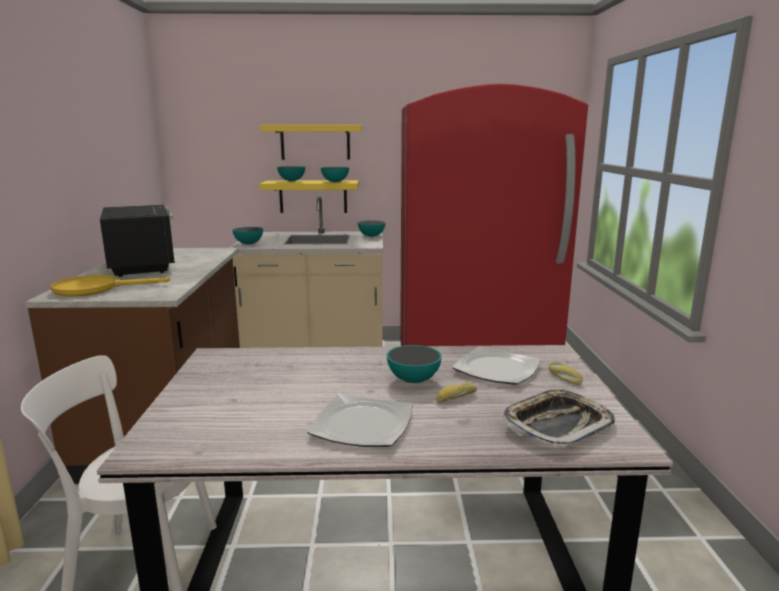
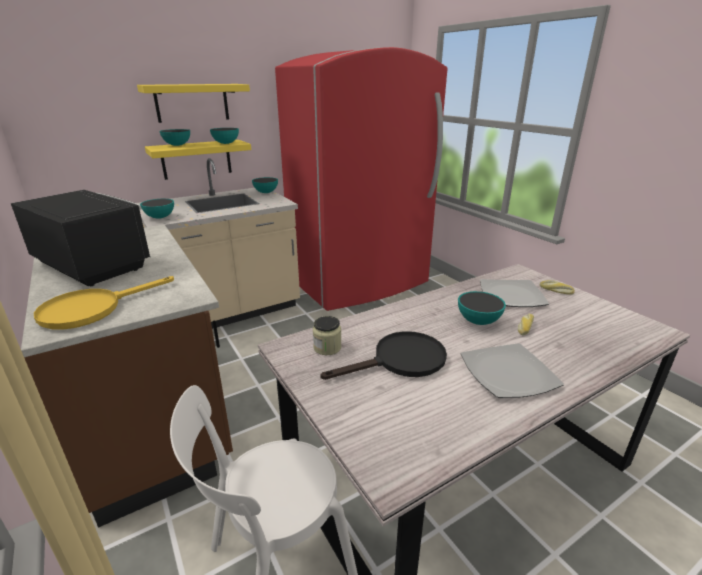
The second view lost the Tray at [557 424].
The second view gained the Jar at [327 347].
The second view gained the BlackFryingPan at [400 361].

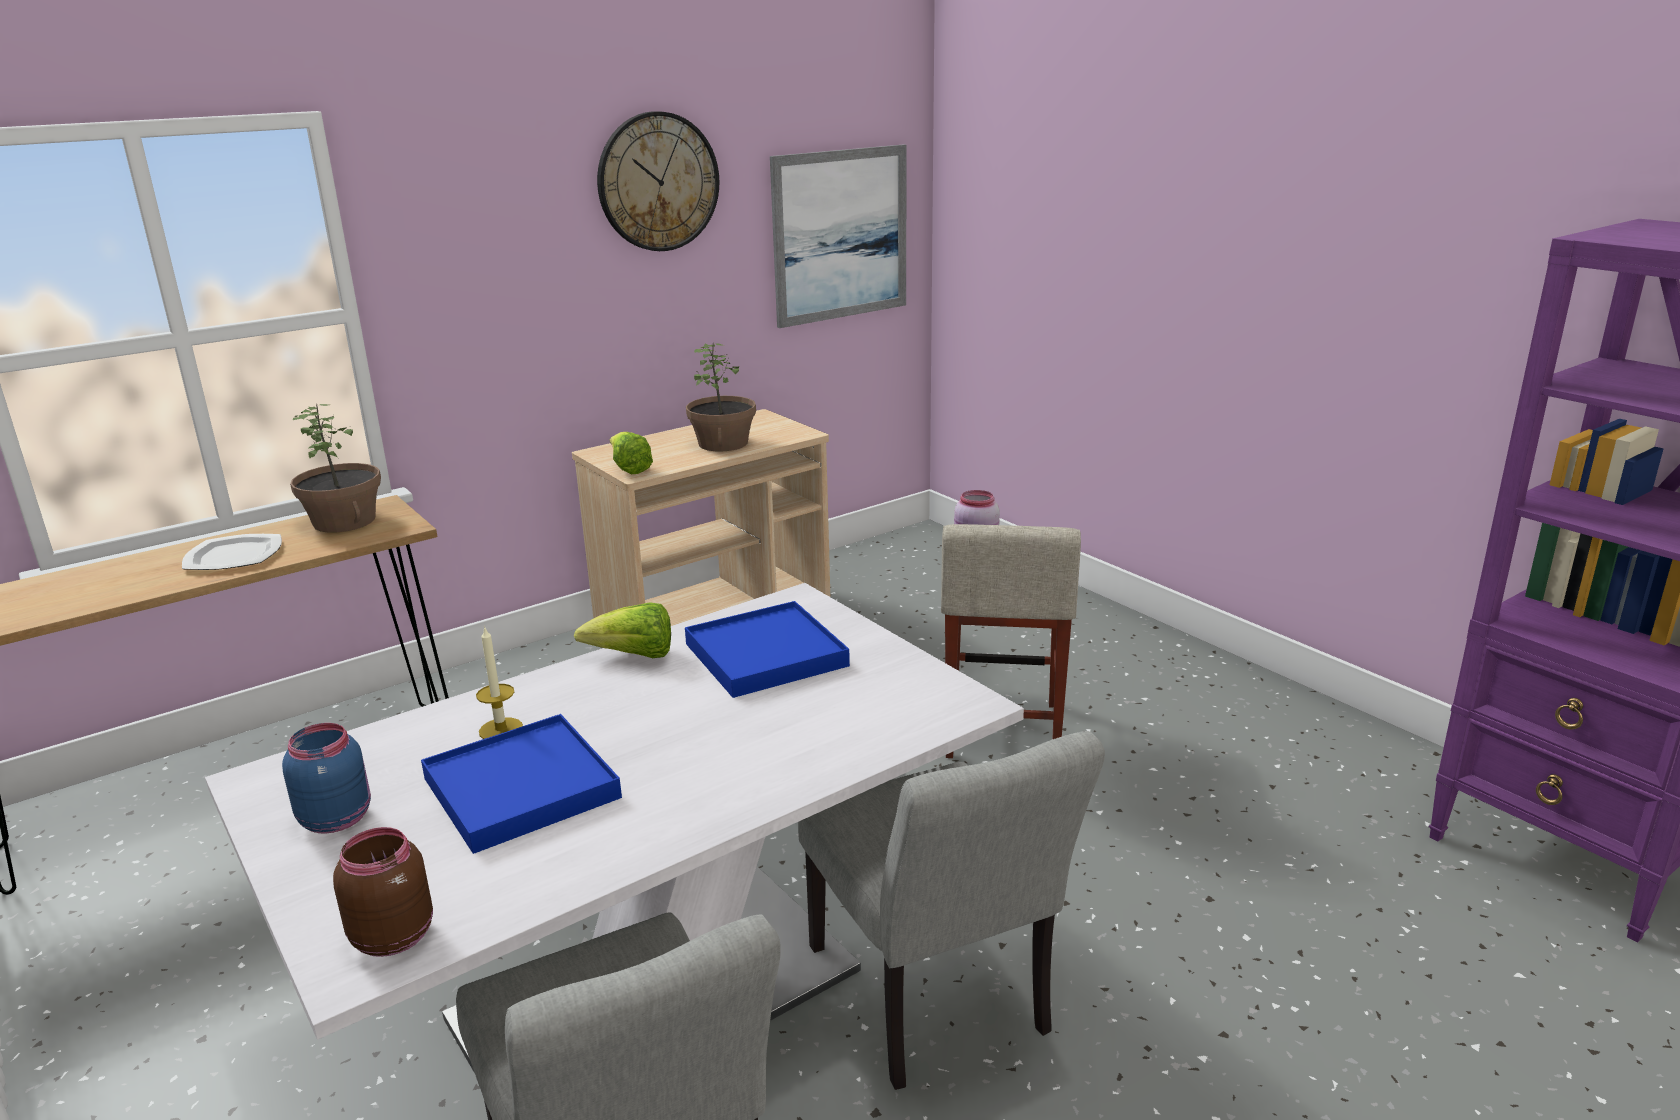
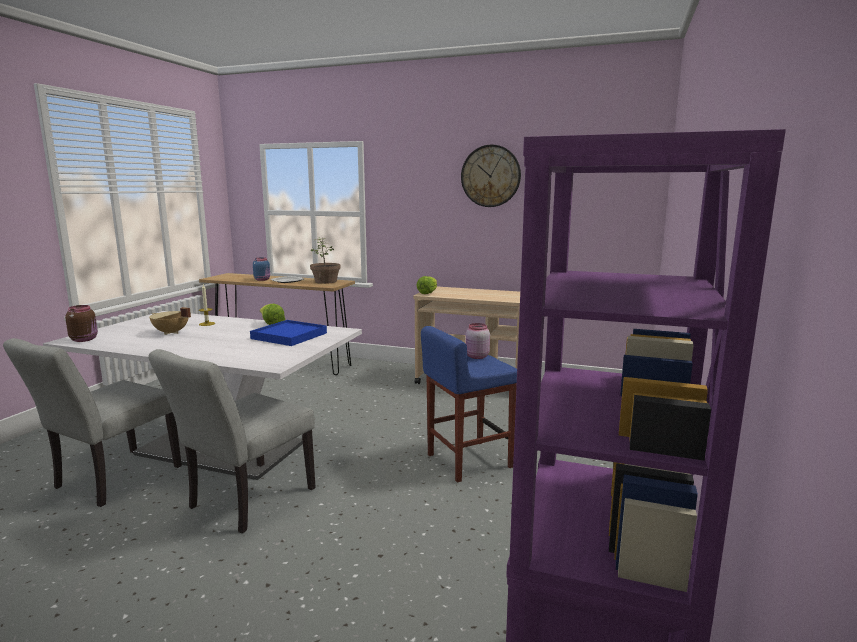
The BlueJar ended up elsewhere, having gone from [337 818] to [262 279].
Where the BlueTray stood at [522 788], the BeigeCookingPot came to stand at [171 333].
The second view lost the PottedPlant at [724 443].
The second view lost the Picture at [840 235].
What was the BeigeStool at [1002 731] turned into the BlueStool at [468 461].

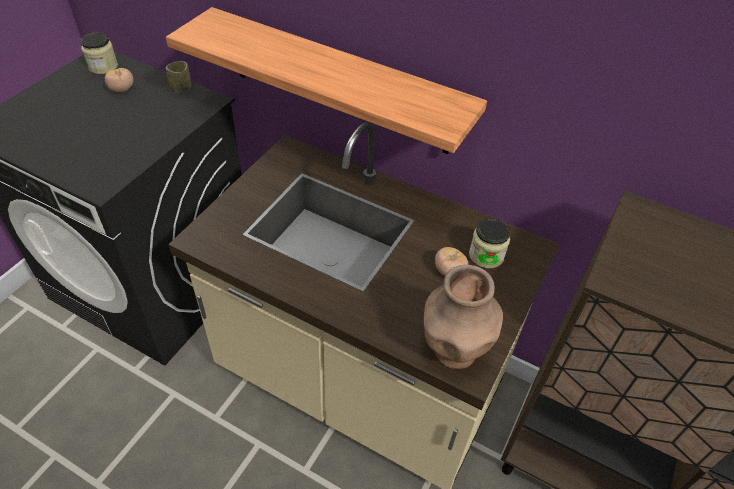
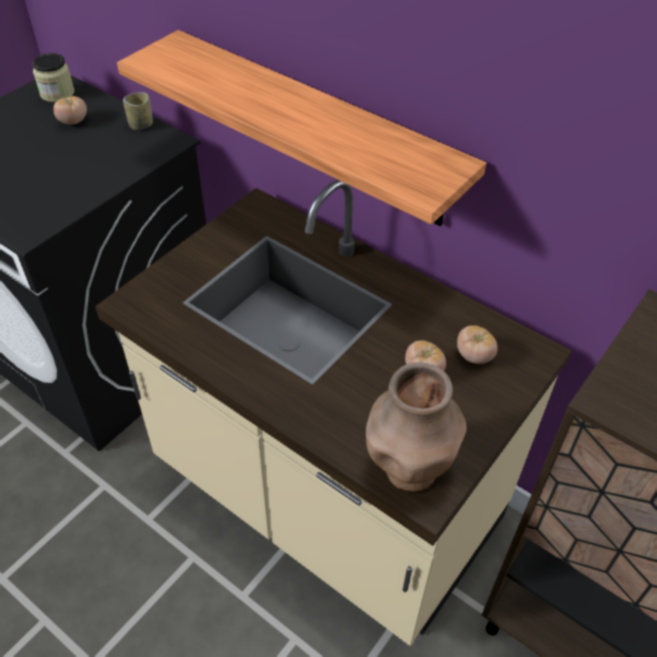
Where the Jar stood at [486 255], the Tomato came to stand at [474 356].

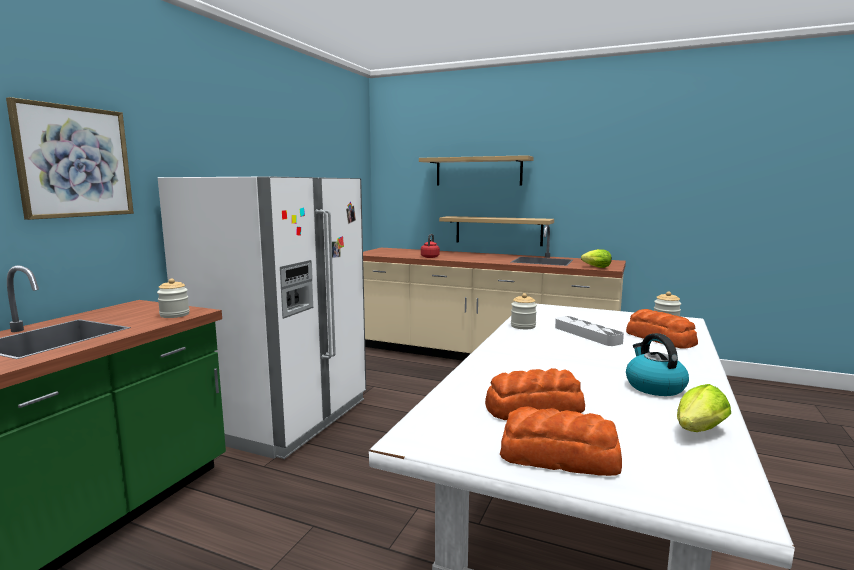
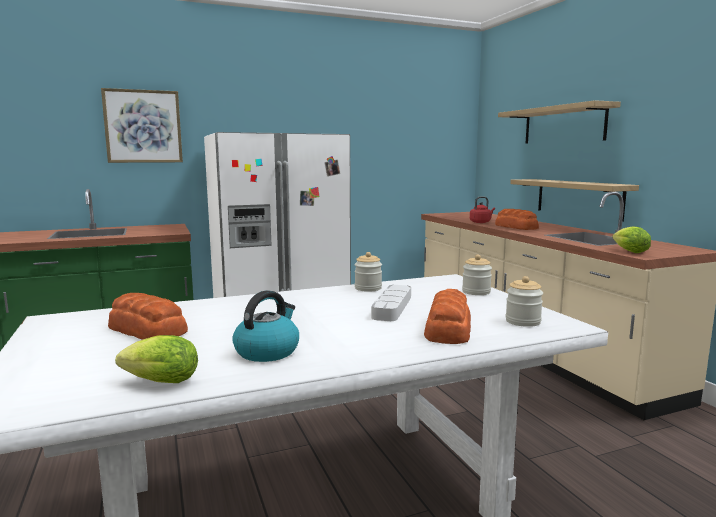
The Jar ended up elsewhere, having gone from [174 315] to [476 292].
The Bread ended up elsewhere, having gone from [560 457] to [516 227].

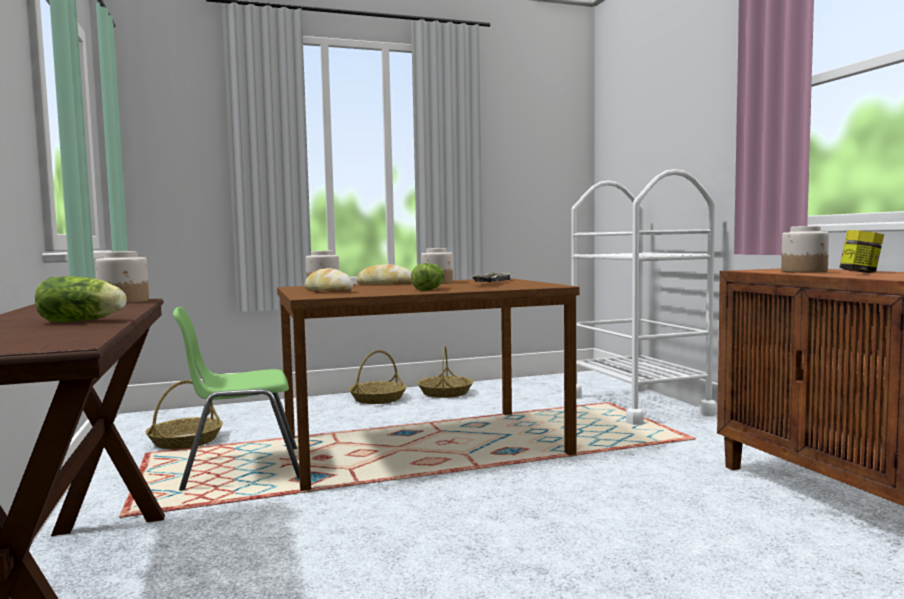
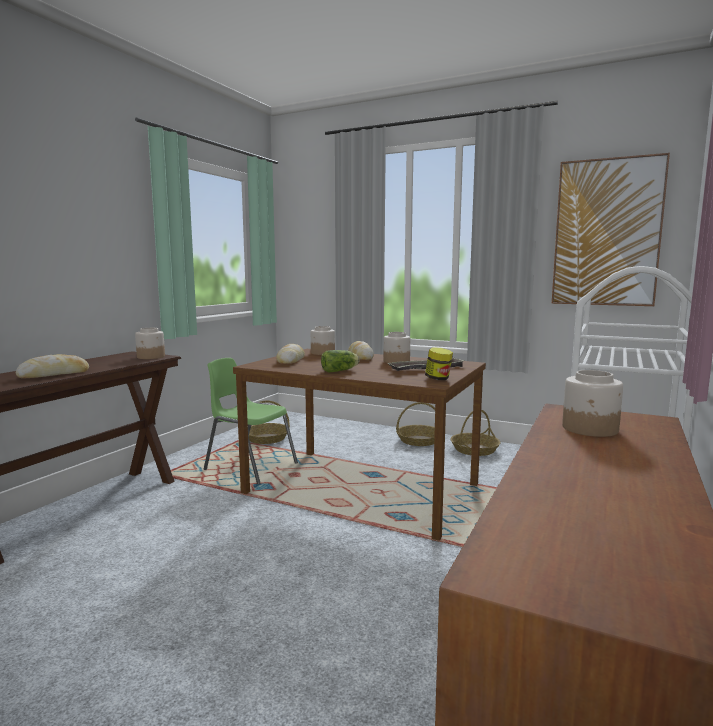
Where the Lettuce stood at [84 321], the Bread came to stand at [54 374].
The Jar ended up elsewhere, having gone from [860 273] to [438 379].
The second view gained the Picture at [606 233].

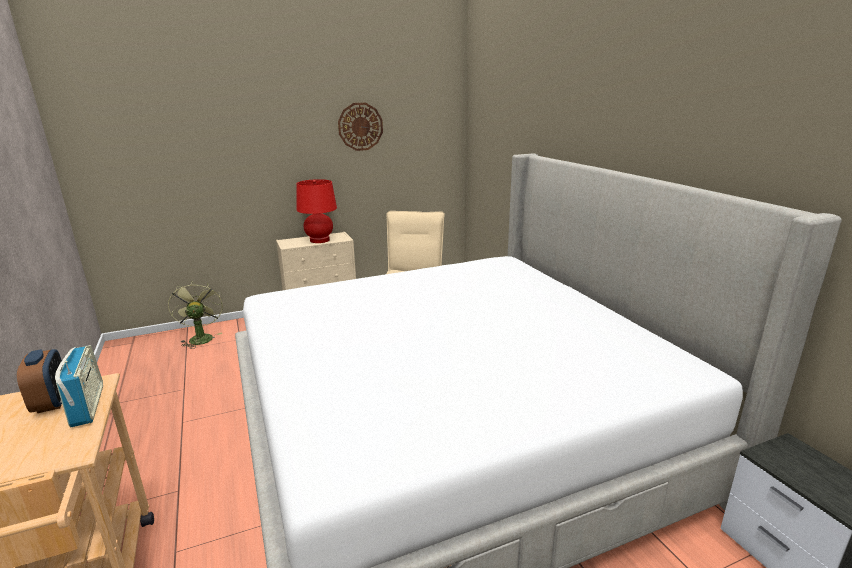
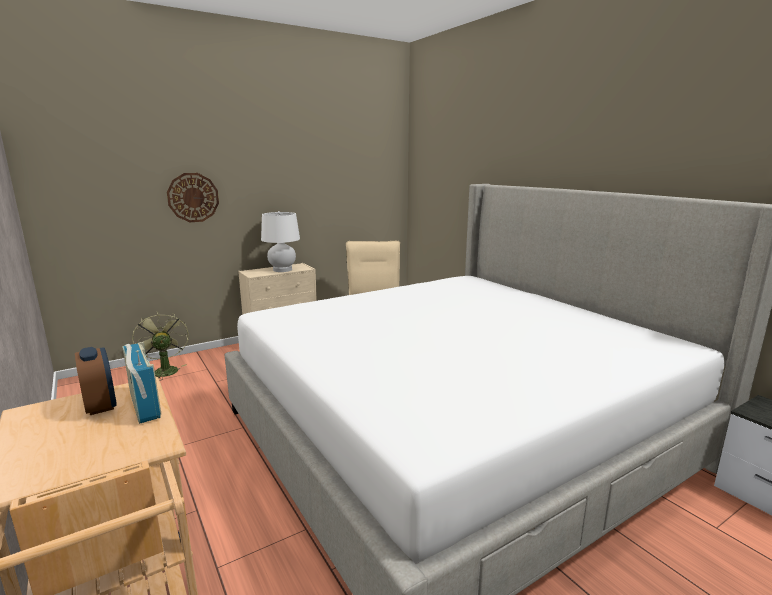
What was the RedTableLamp at [319 240] turned into the WhiteTableLamp at [282 270].
The WallClock ended up elsewhere, having gone from [360 126] to [193 197].

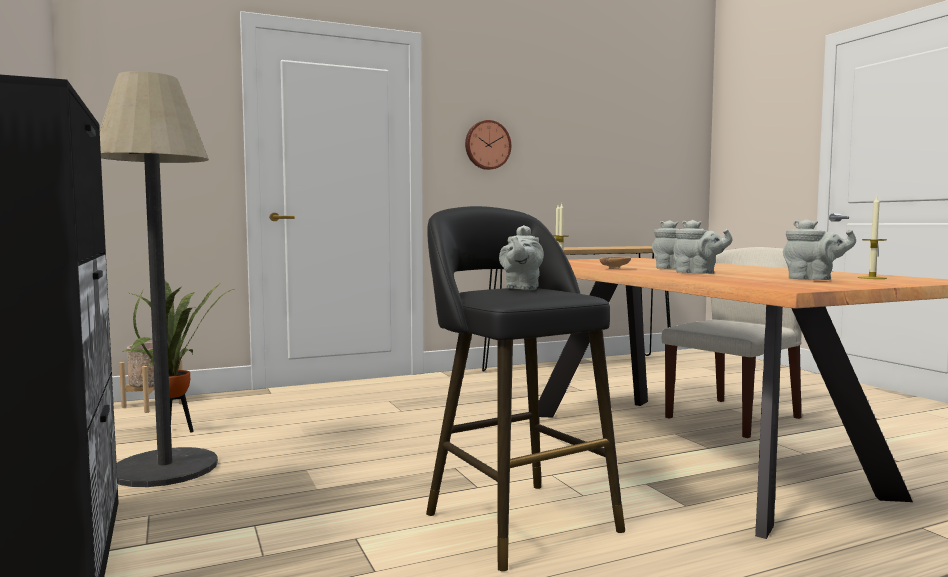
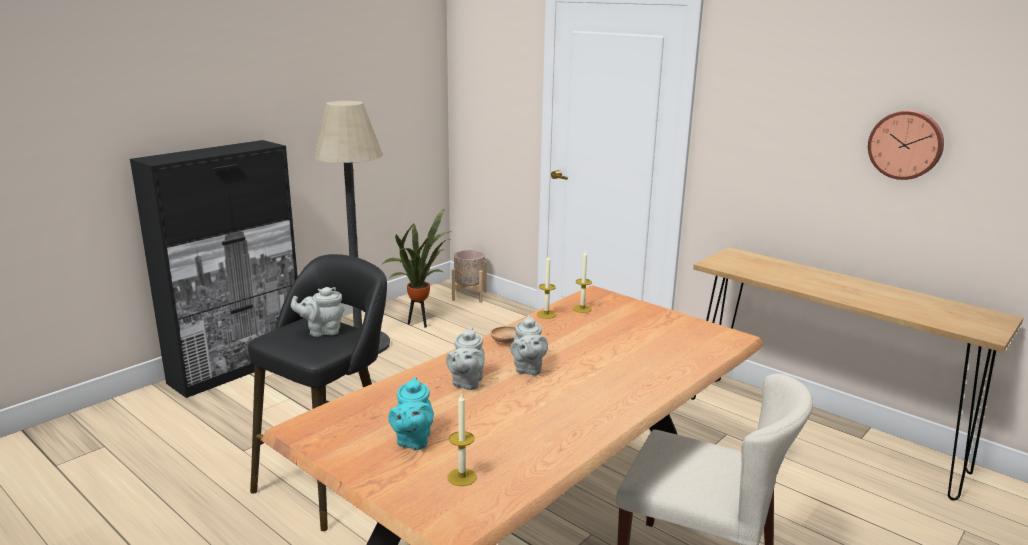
The WallClock ended up elsewhere, having gone from [487 145] to [906 144].
What was the GreyTeapot at [813 279] turned into the TurquoiseTeapot at [413 441].

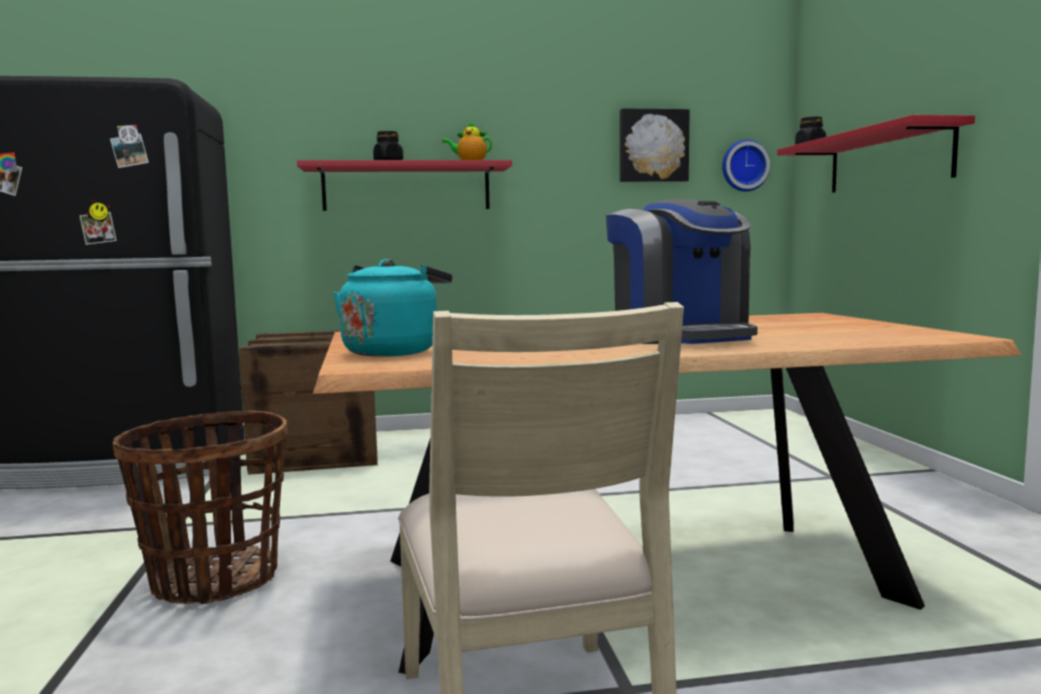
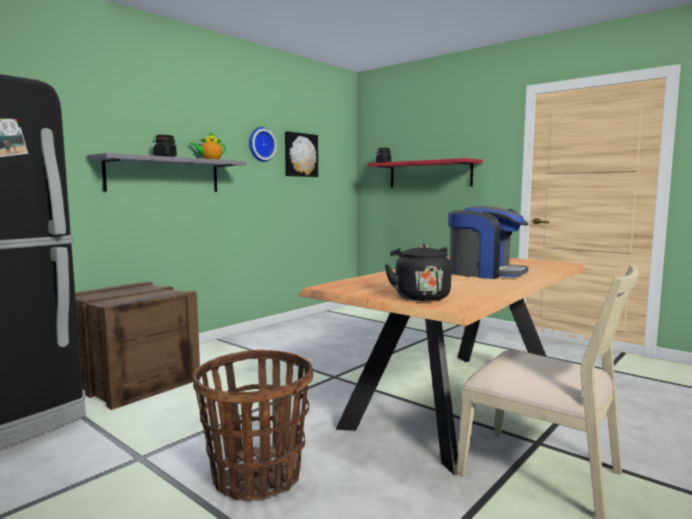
What was the RedShelf at [406 187] turned into the GreyShelf at [164 175].
What was the TurquoiseKettle at [393 351] turned into the BlackKettle at [420 297].
The WallClock ended up elsewhere, having gone from [744 166] to [260 144].

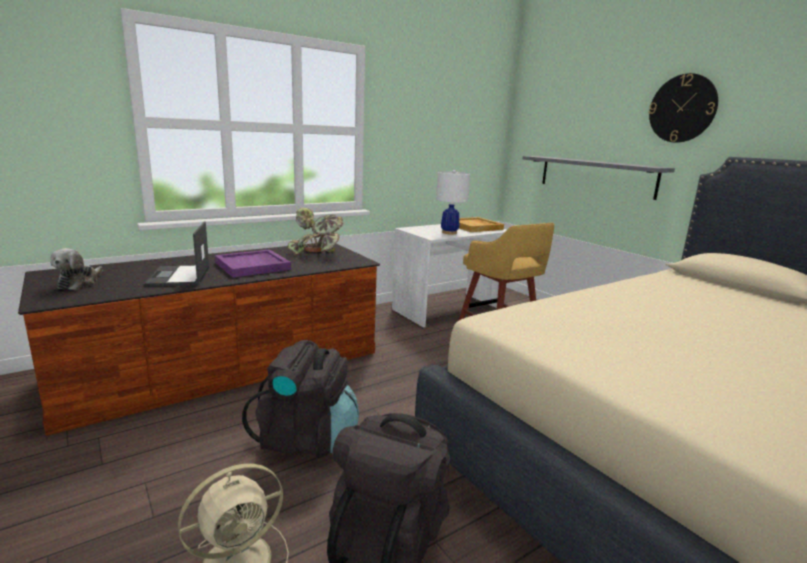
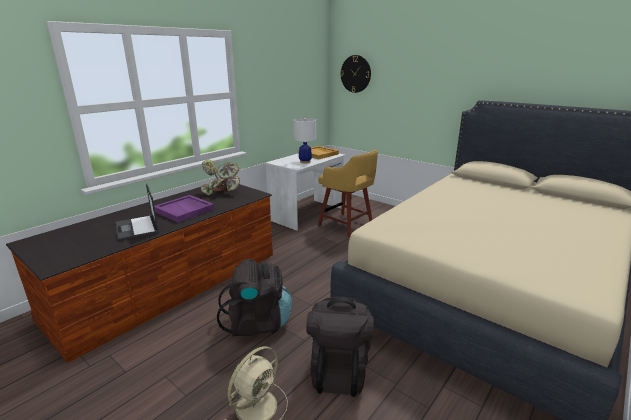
The second view lost the PlushToy at [79 283].
The second view lost the GreyShelf at [596 176].
The WallClock ended up elsewhere, having gone from [682 108] to [355 74].

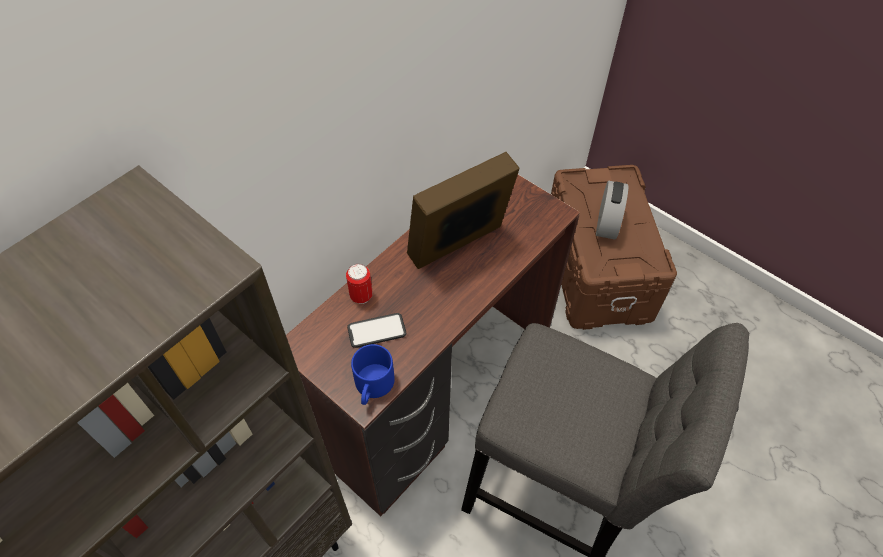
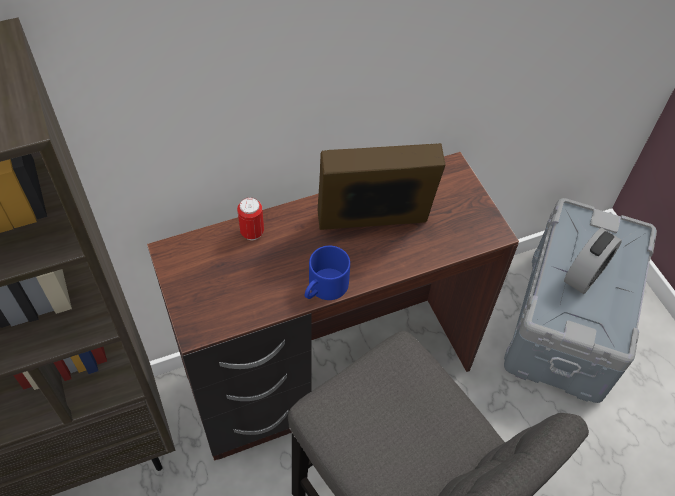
The second view lost the Phone at [376 331].
The BlueMug ended up elsewhere, having gone from [373 387] to [324 288].
What was the BrownStorageBox at [598 269] turned into the GreyStorageBox at [568 322].

